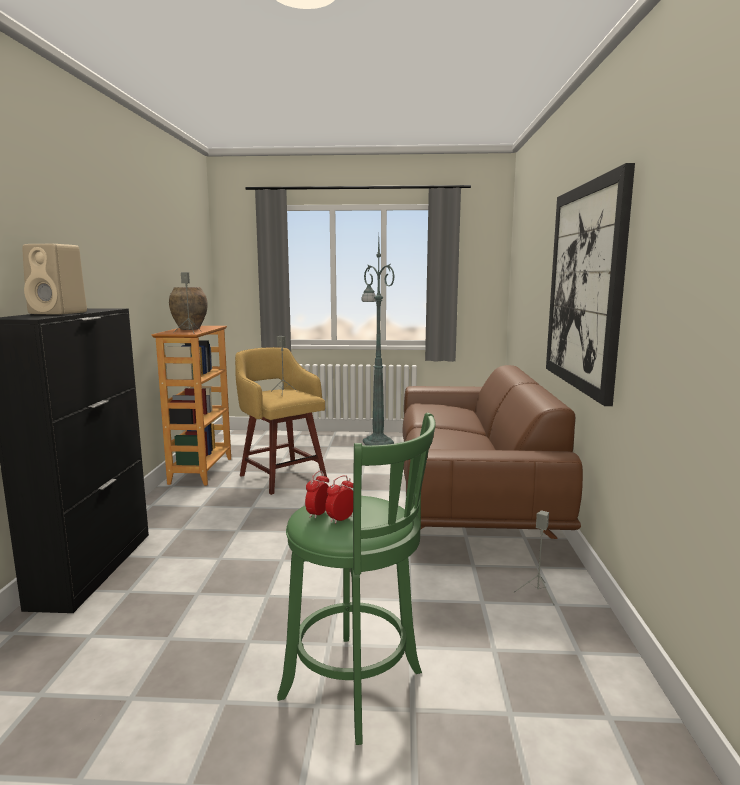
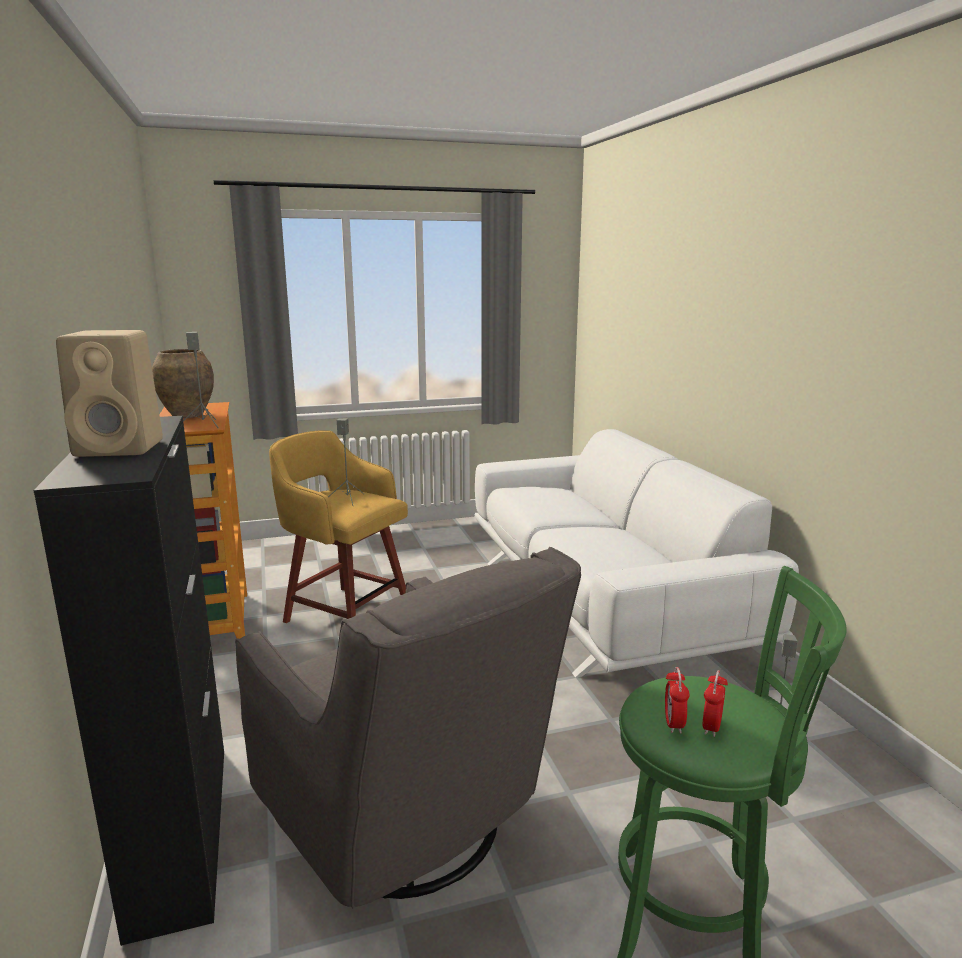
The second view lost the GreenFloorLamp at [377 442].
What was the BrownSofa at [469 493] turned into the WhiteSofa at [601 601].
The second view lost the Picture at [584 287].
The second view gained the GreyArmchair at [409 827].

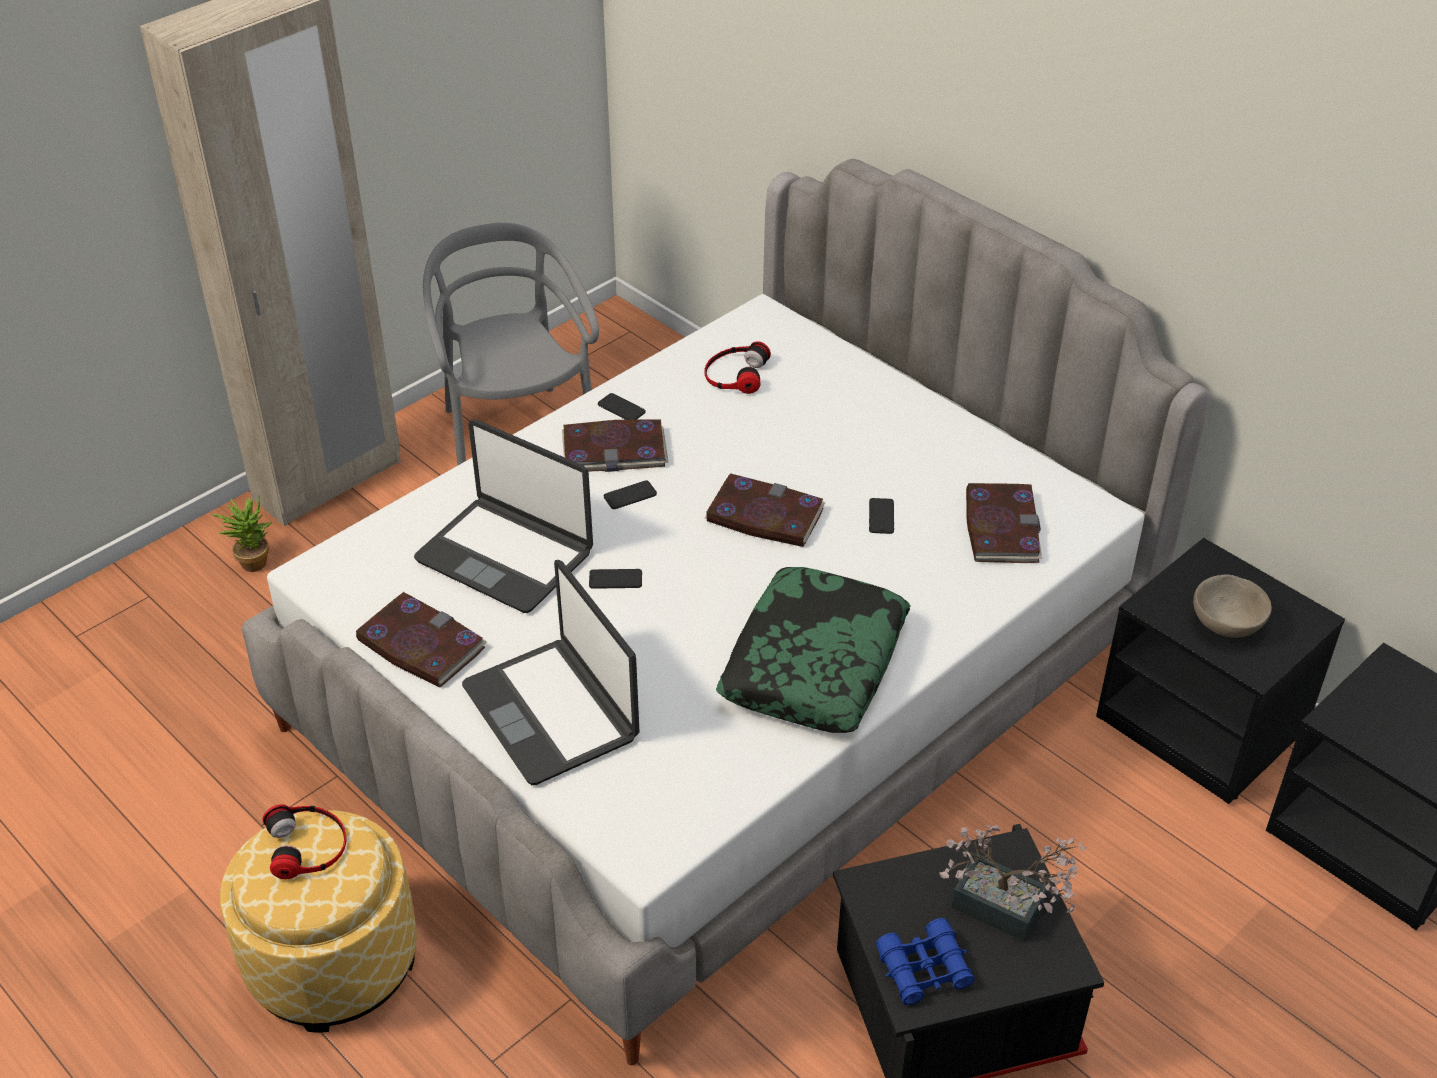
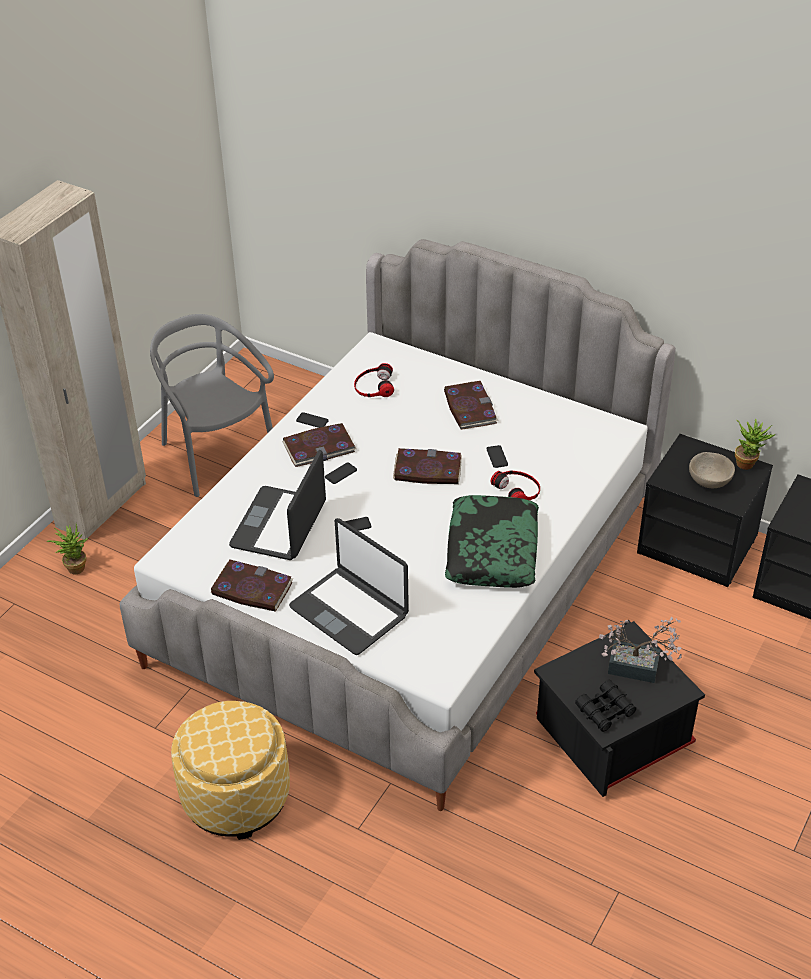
The Headphones ended up elsewhere, having gone from [307 845] to [518 489].
The Laptop at [505 555] ended up facing another way, 90 degrees clockwise from before.
What was the BlueBinoculars at [924 969] turned into the BlackBinoculars at [605 710].
The Book ended up elsewhere, having gone from [1001 527] to [469 408].
The second view gained the PottedPlant at [748 463].

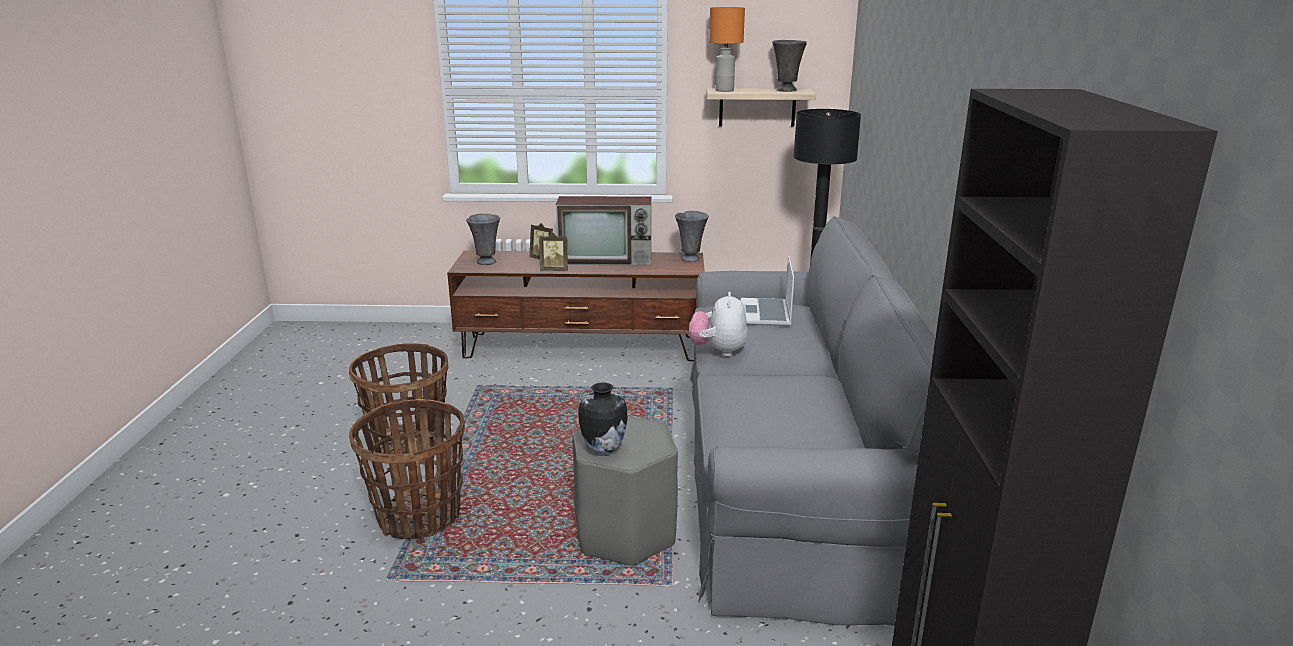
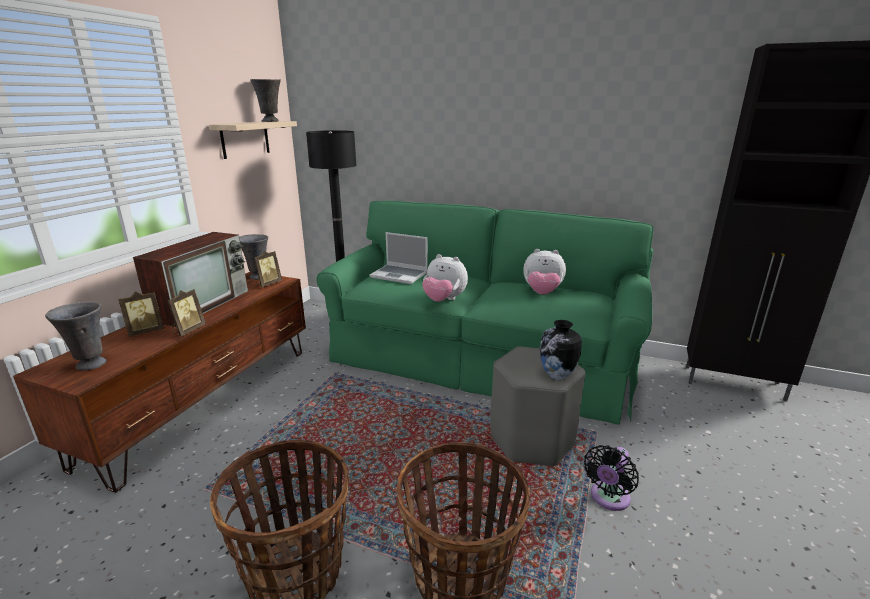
What was the GreySofa at [788 470] turned into the GreenSofa at [479 358].
The second view lost the OrangeTableLamp at [724 90].
The second view gained the PictureFrame at [268 284].
The second view gained the PlushToy at [542 293].
The second view gained the BlackFan at [608 498].

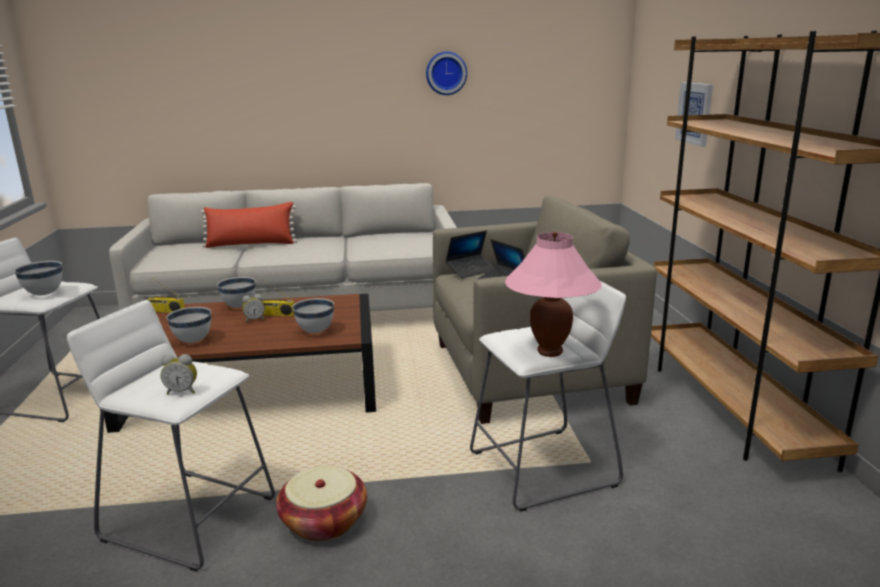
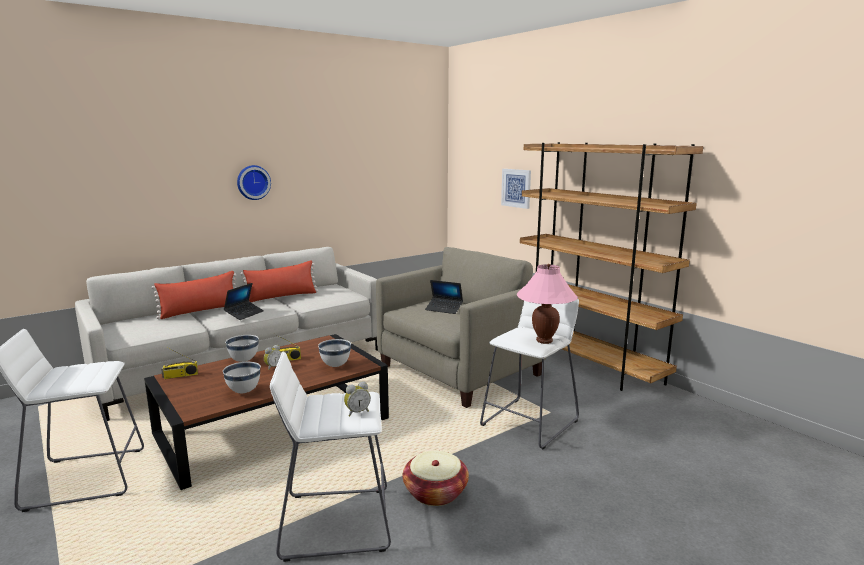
The second view lost the WhiteBowl at [44 294].
The WallClock ended up elsewhere, having gone from [446 73] to [253 182].
The Laptop ended up elsewhere, having gone from [471 270] to [244 314].
The second view gained the RedPillow at [282 297].

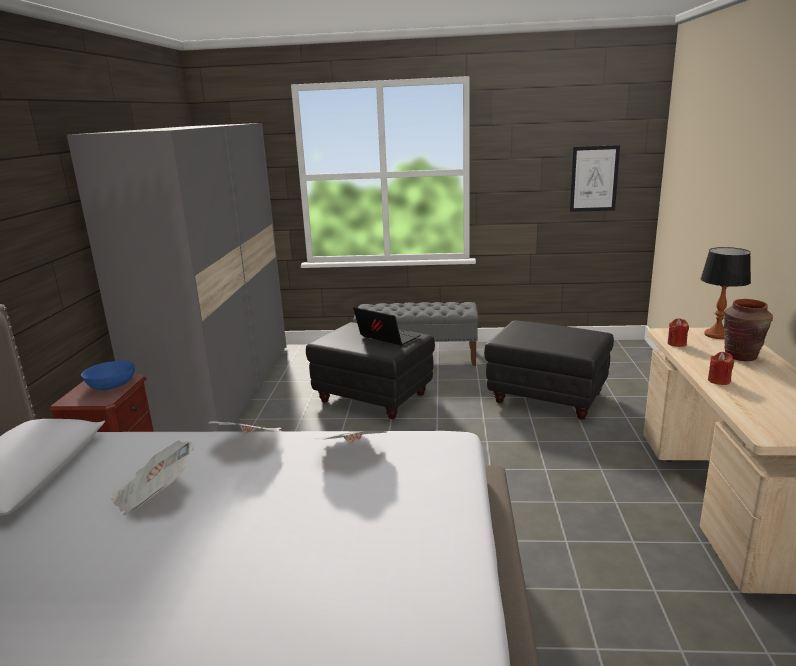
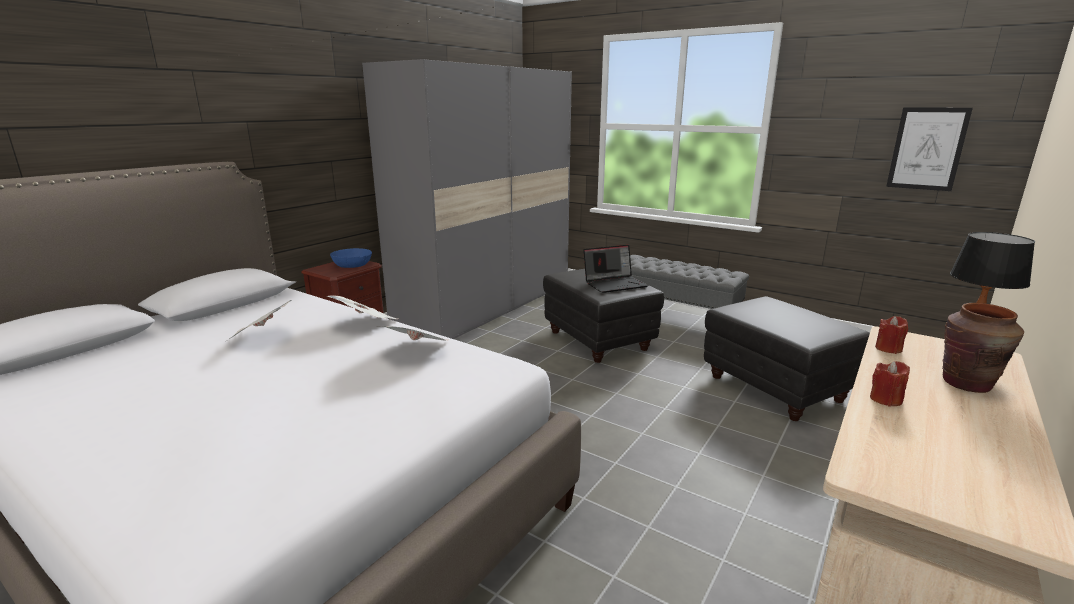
The Laptop at [387 338] ended up facing another way, 90 degrees clockwise from before.

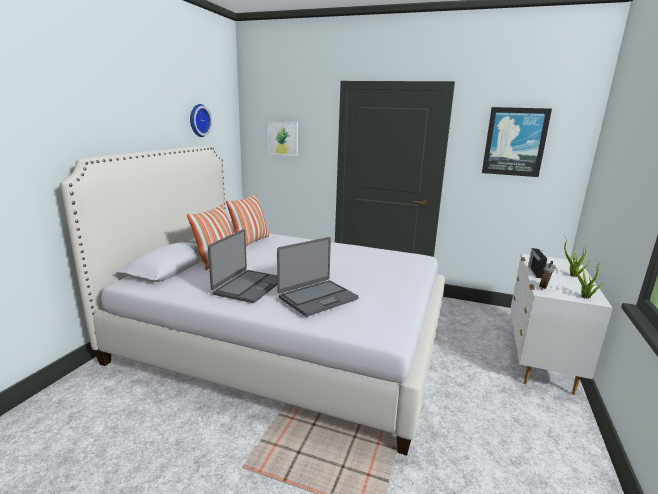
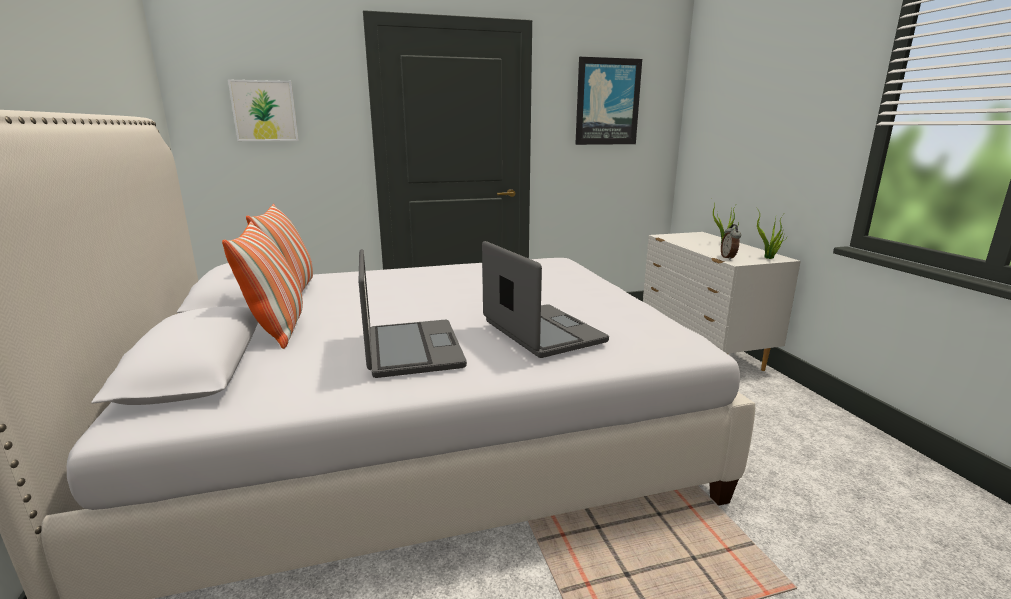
The second view lost the WallClock at [198 120].
The Laptop at [317 298] ended up facing another way, 45 degrees counterclockwise from before.
The second view lost the Radio at [535 272].

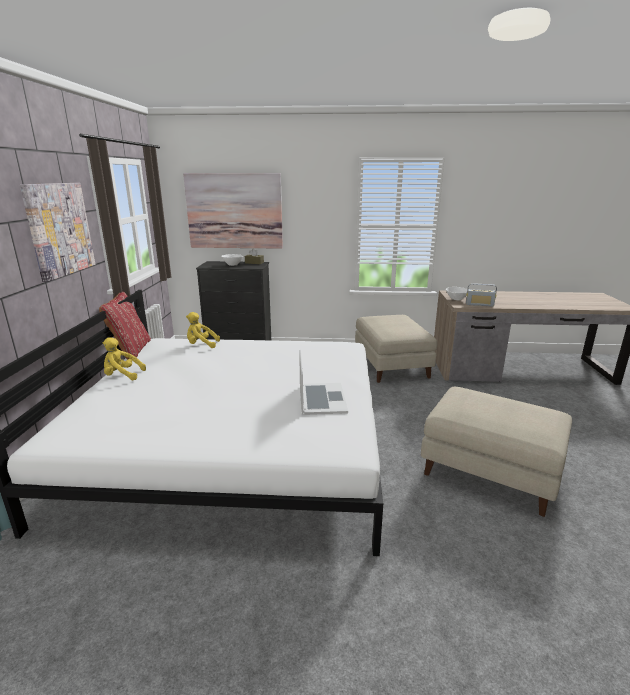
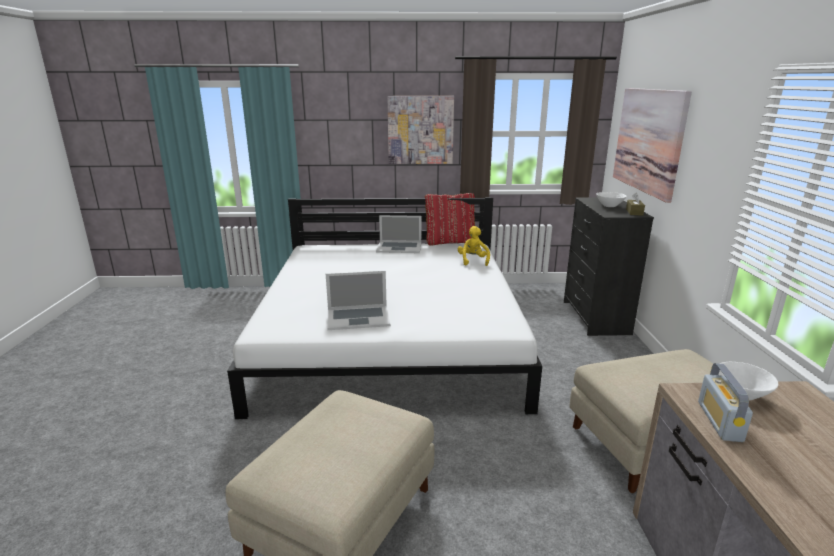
Where the YellowPlushToy stood at [122 376], the Laptop came to stand at [399 247].

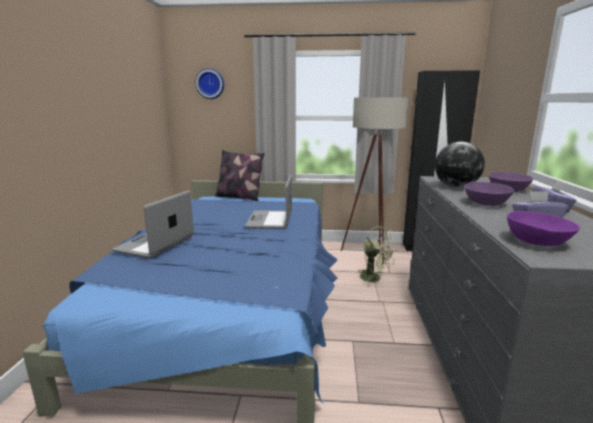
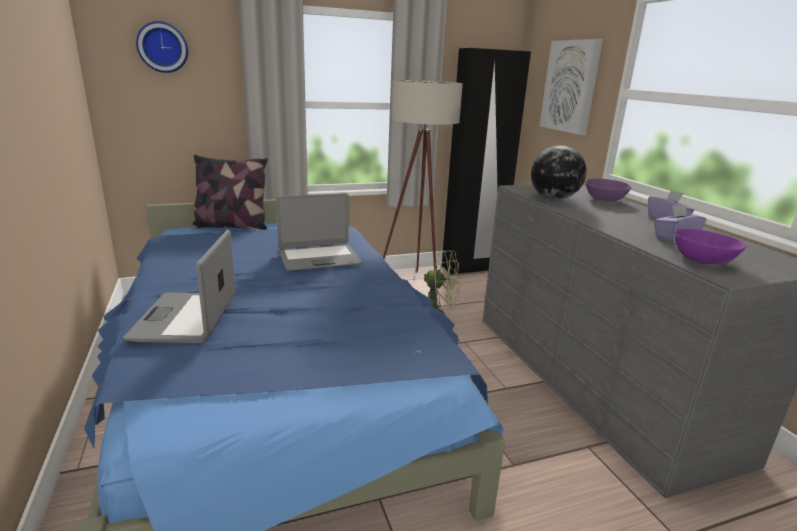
The Laptop at [270 220] ended up facing another way, 90 degrees counterclockwise from before.
The second view lost the PurpleBowl at [486 203].
The second view gained the Picture at [570 86].

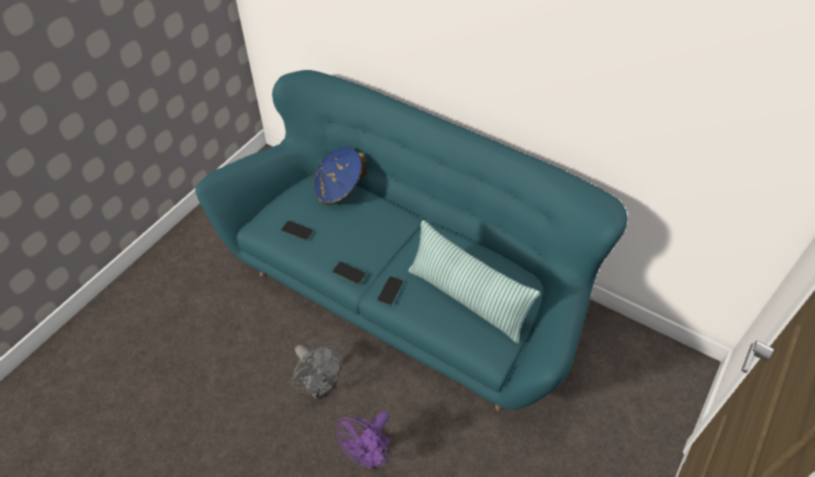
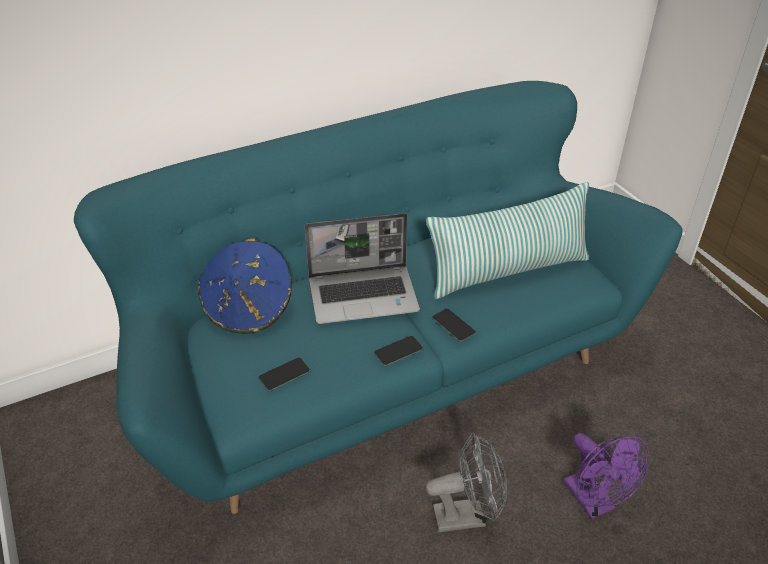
The second view gained the Laptop at [364 295].

